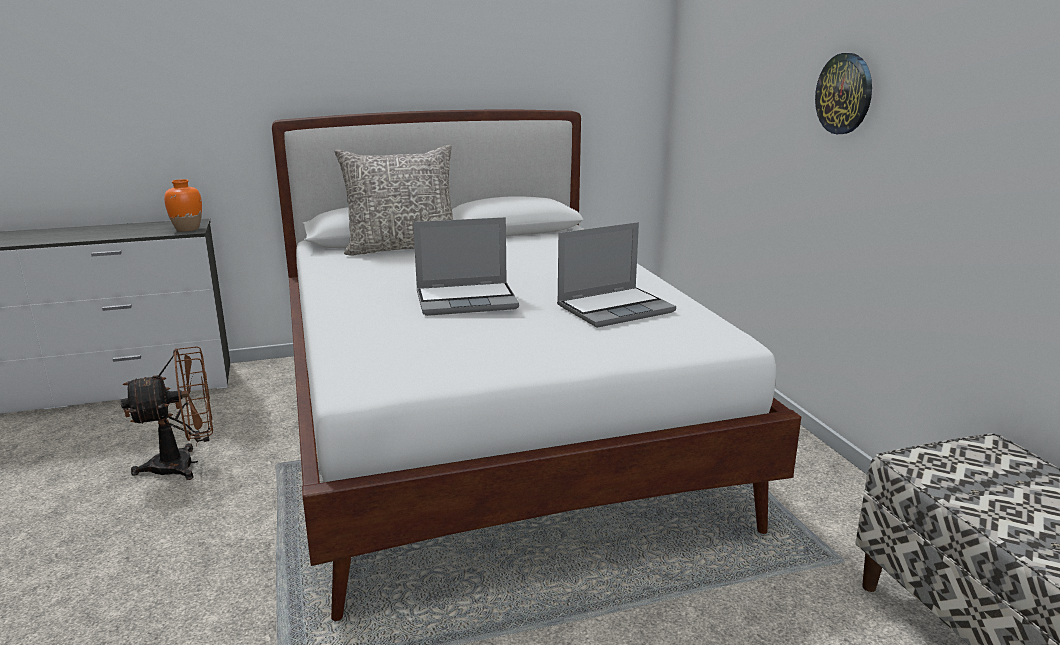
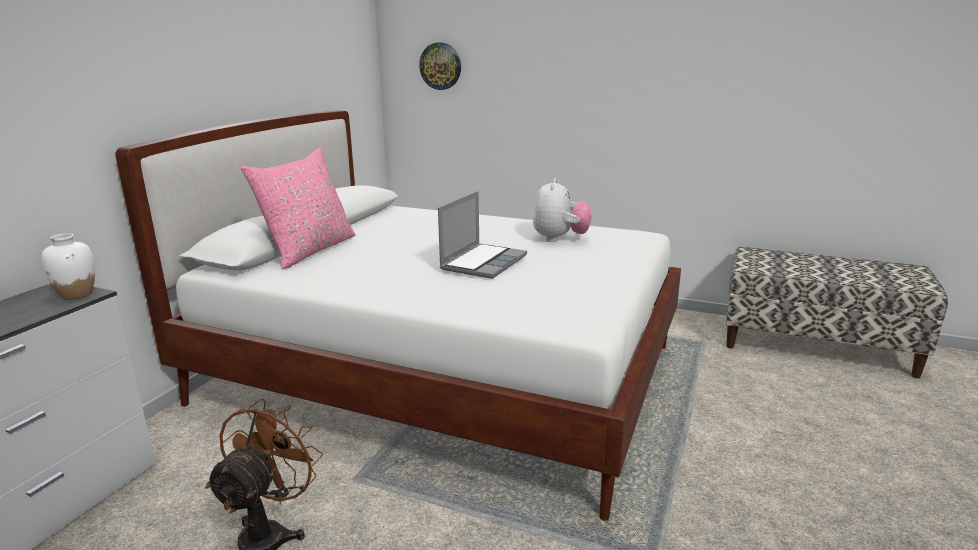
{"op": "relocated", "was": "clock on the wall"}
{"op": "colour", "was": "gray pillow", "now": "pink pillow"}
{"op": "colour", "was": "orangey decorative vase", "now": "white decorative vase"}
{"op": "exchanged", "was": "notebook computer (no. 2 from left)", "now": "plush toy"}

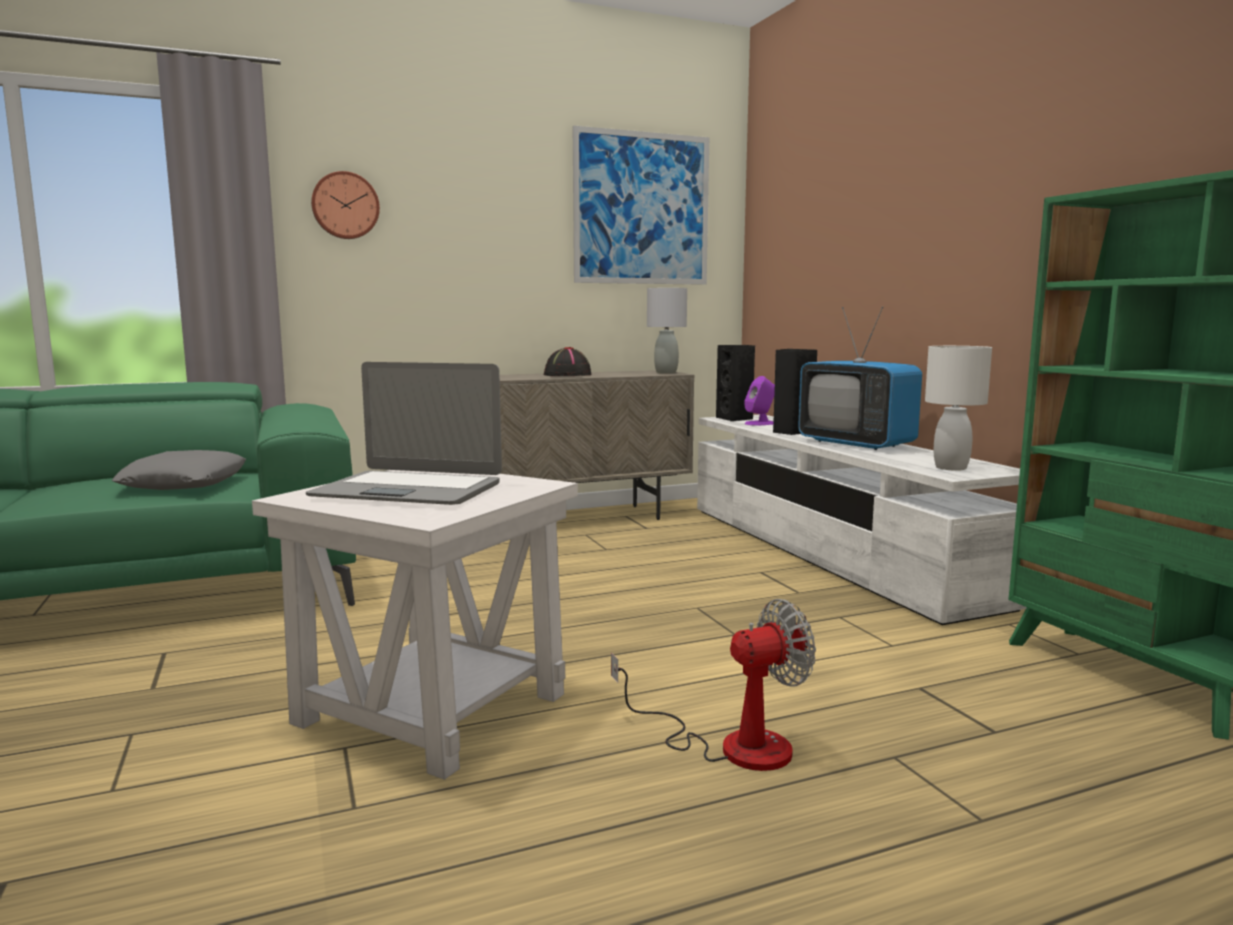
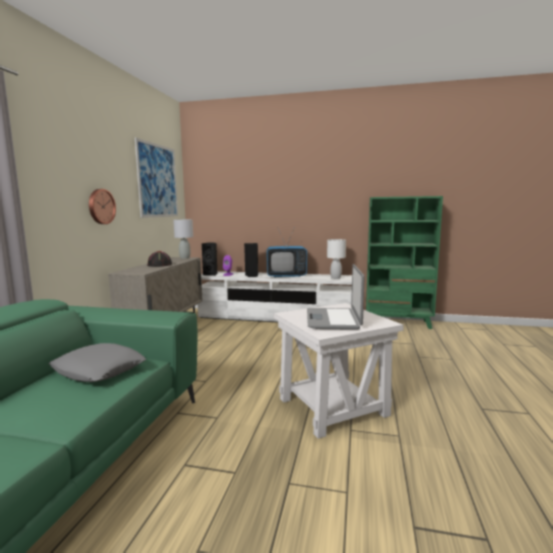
{"op": "relocated", "was": "clock on the wall"}
{"op": "spun", "was": "notebook computer", "clockwise": 135}
{"op": "missing", "was": "electric fan"}

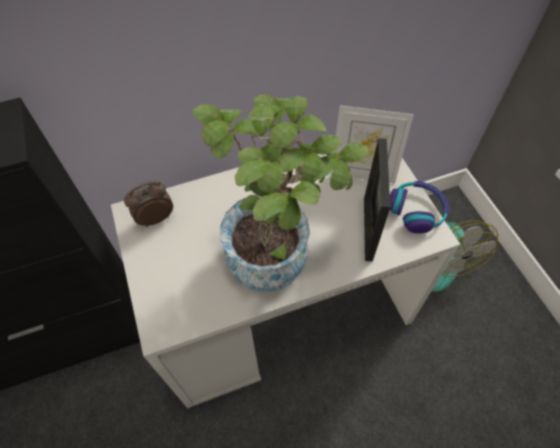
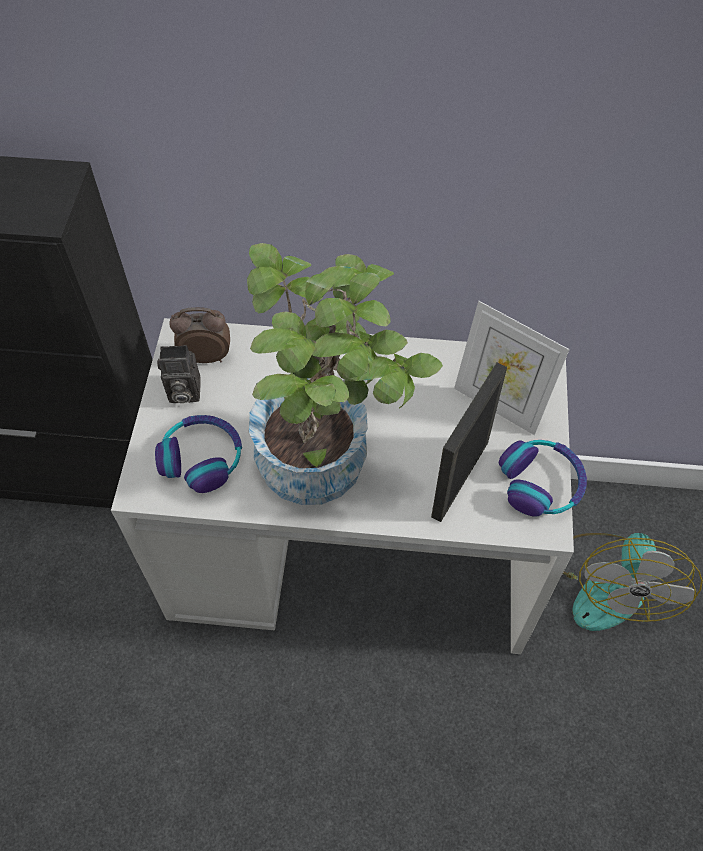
{"op": "appeared", "now": "still camera"}
{"op": "appeared", "now": "headset (no. 1 from left)"}

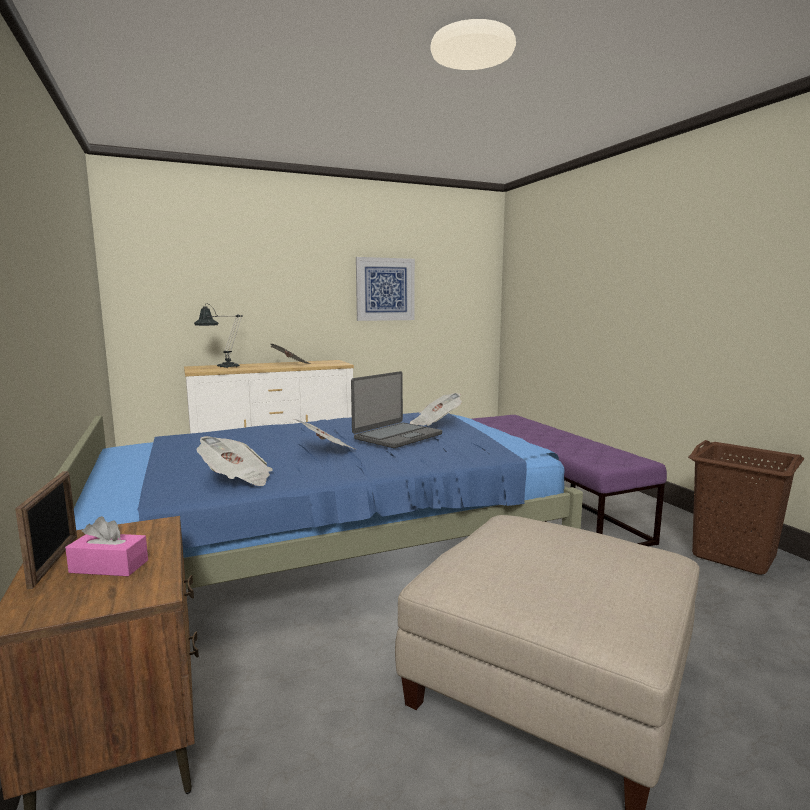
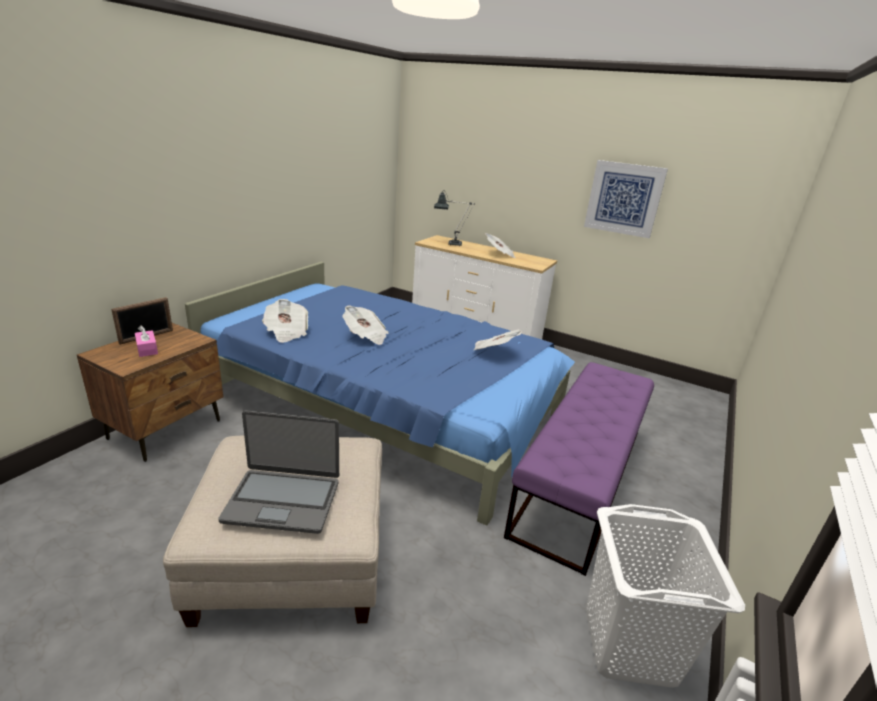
{"op": "relocated", "was": "notebook computer"}
{"op": "colour", "was": "brown hamper", "now": "white hamper"}

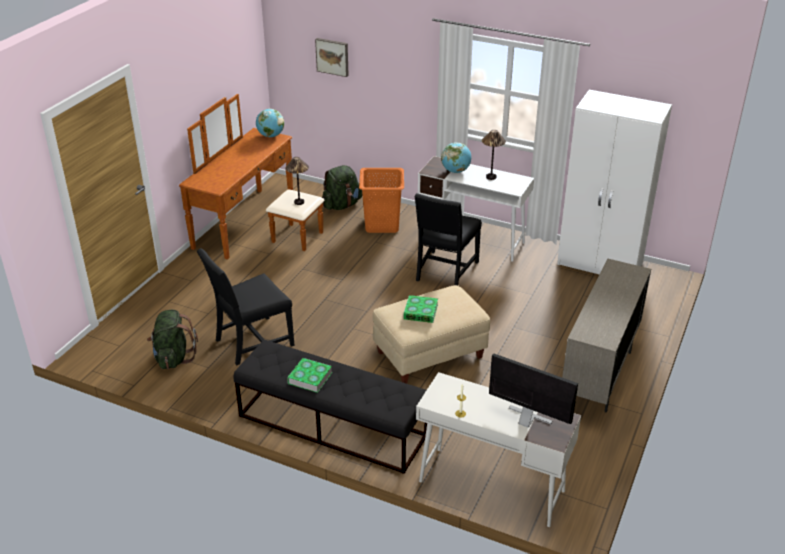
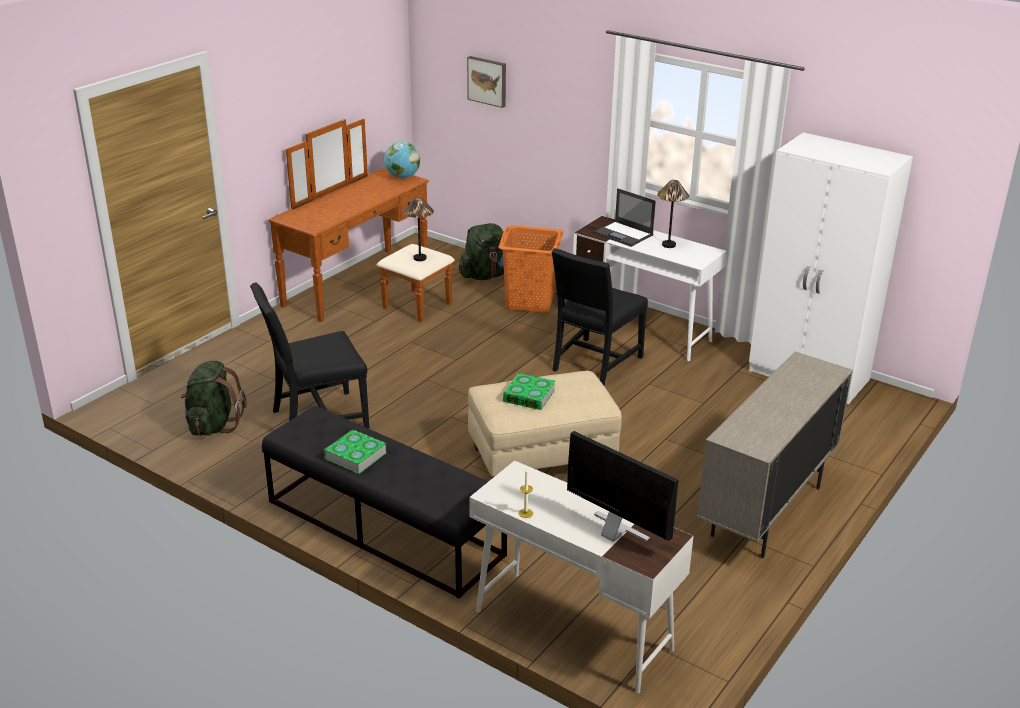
{"op": "exchanged", "was": "desk globe (no. 2 from left)", "now": "notebook computer"}

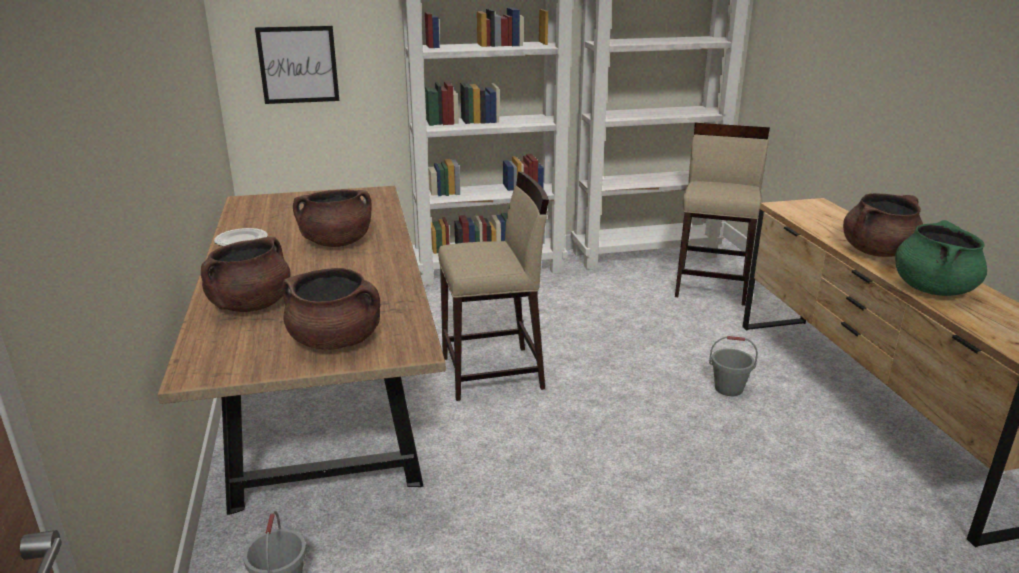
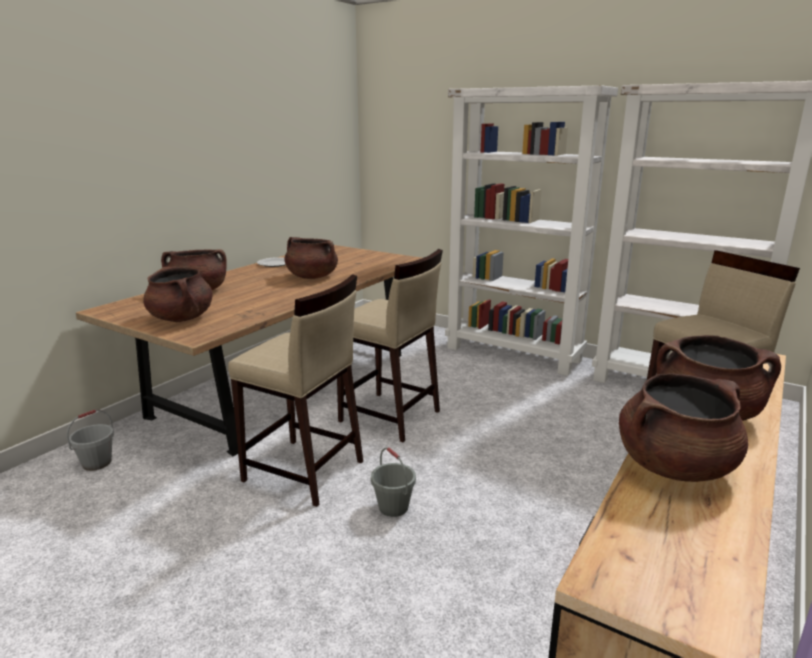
{"op": "missing", "was": "wall art"}
{"op": "colour", "was": "greenish cooking pot", "now": "brown cooking pot (no. 4 from left)"}
{"op": "relocated", "was": "gray water bucket (no. 2 from left)"}
{"op": "appeared", "now": "beige stool seat (no. 1 from left)"}

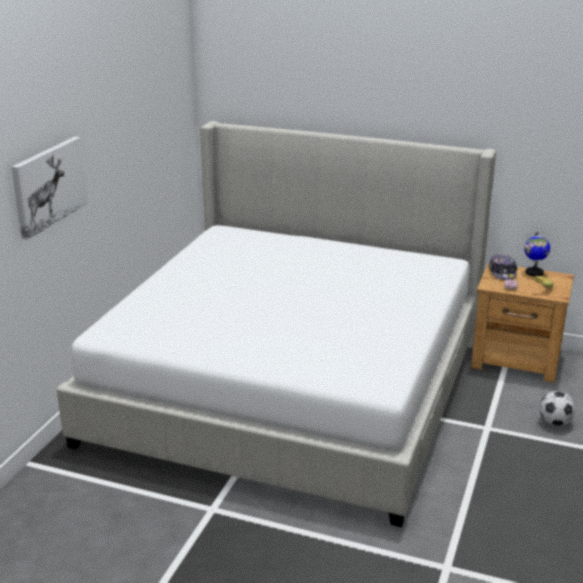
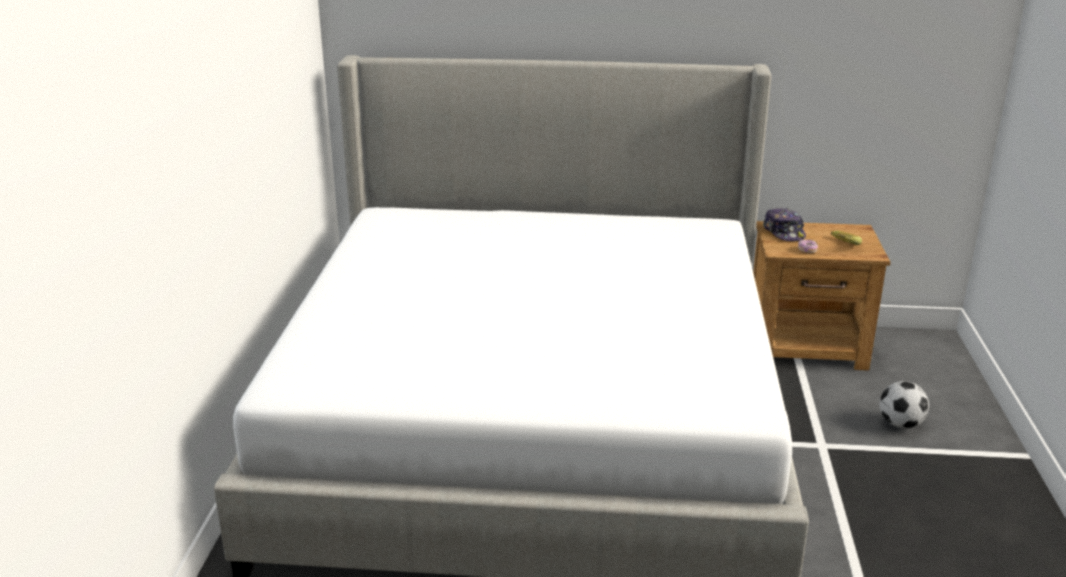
{"op": "missing", "was": "wall art"}
{"op": "missing", "was": "desk globe"}

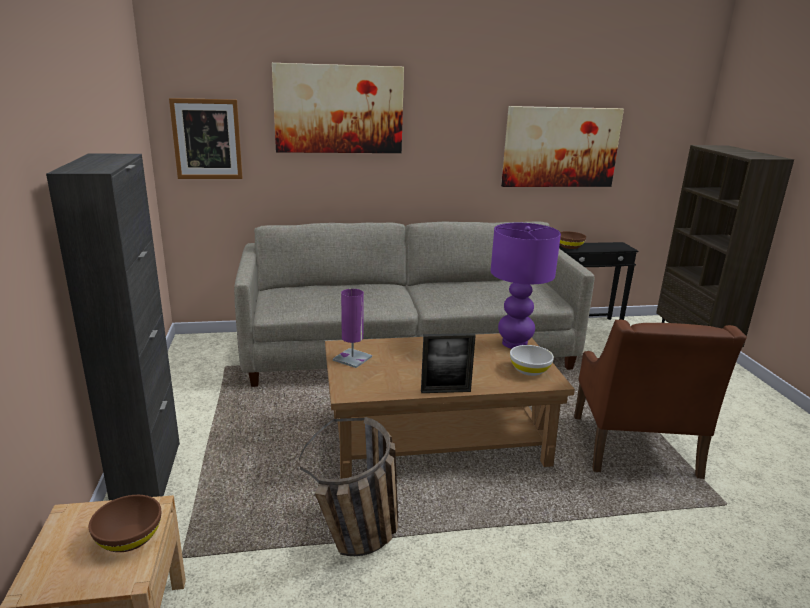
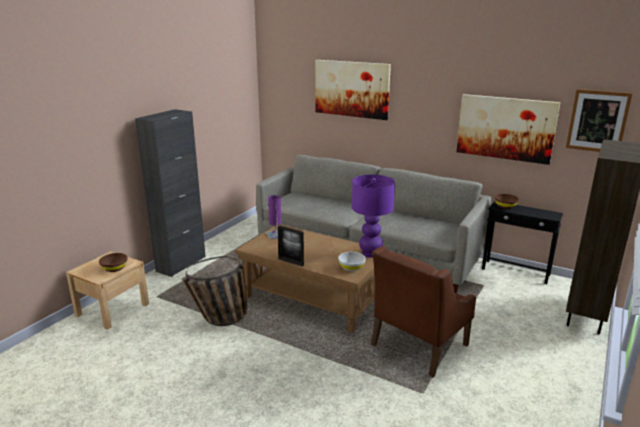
{"op": "relocated", "was": "wall art (no. 1 from left in the first image)", "now": "wall art (no. 3 from left)"}

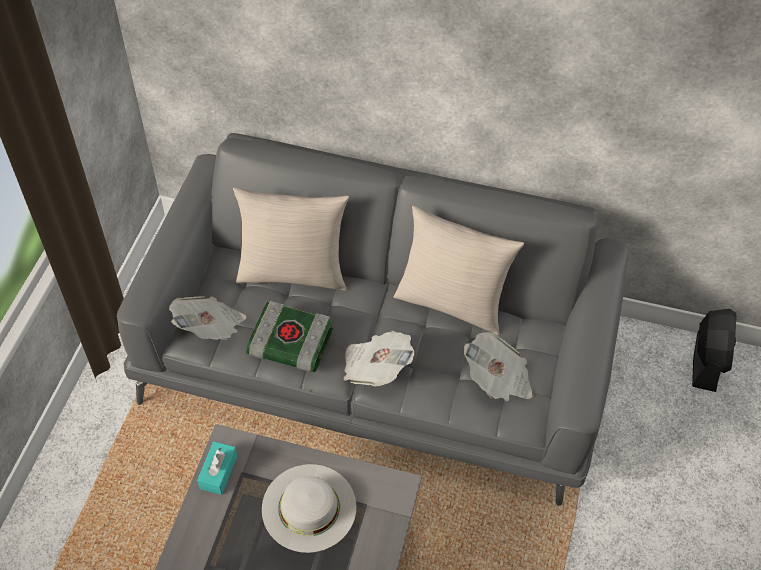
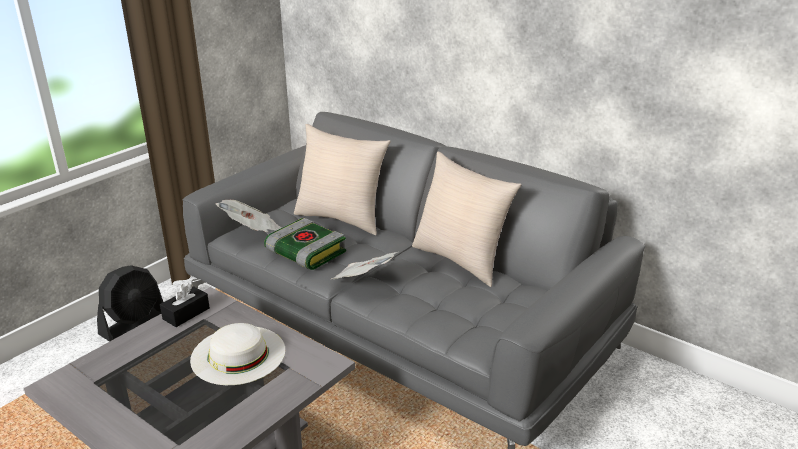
{"op": "relocated", "was": "black electric fan"}
{"op": "missing", "was": "newspaper (no. 3 from left)"}
{"op": "colour", "was": "turquoise-coloured tissue holder", "now": "black tissue holder"}

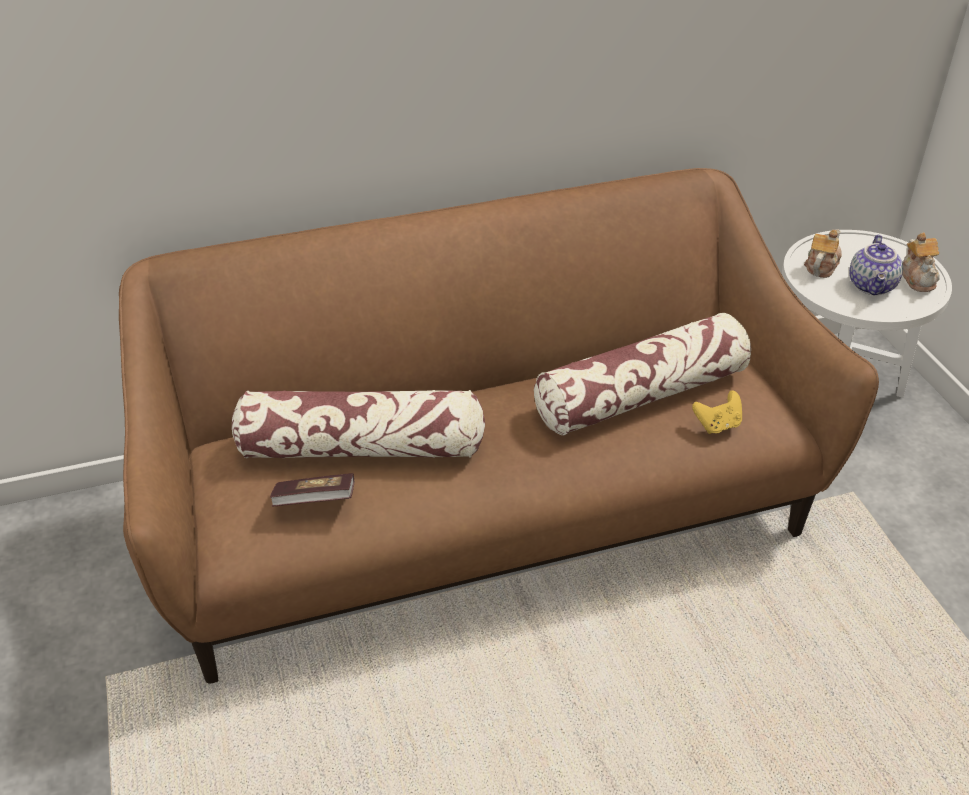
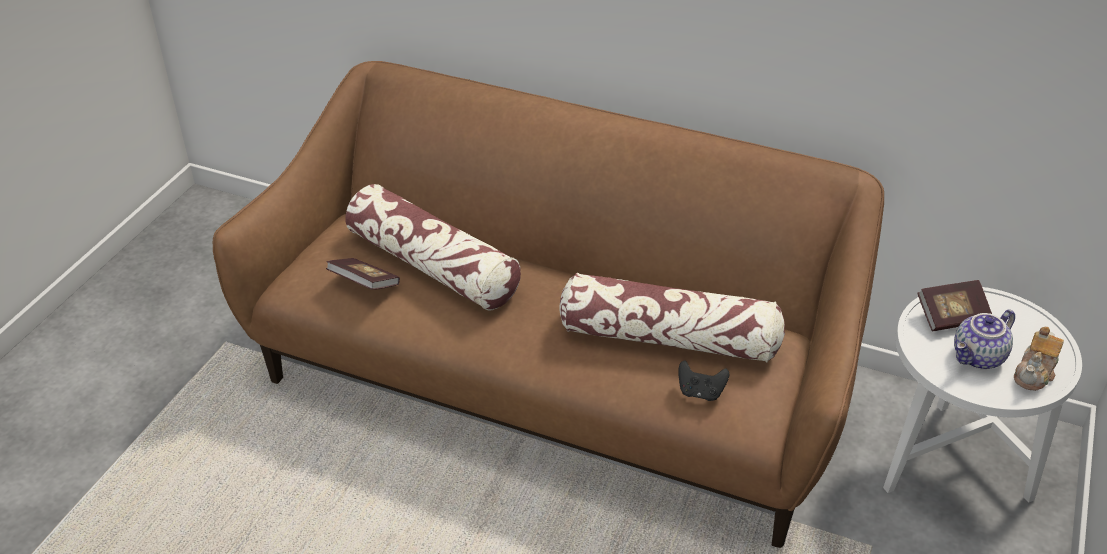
{"op": "exchanged", "was": "teapot (no. 1 from left)", "now": "volume (no. 2 from left)"}
{"op": "colour", "was": "yellow-coloured joypad", "now": "black joypad"}

